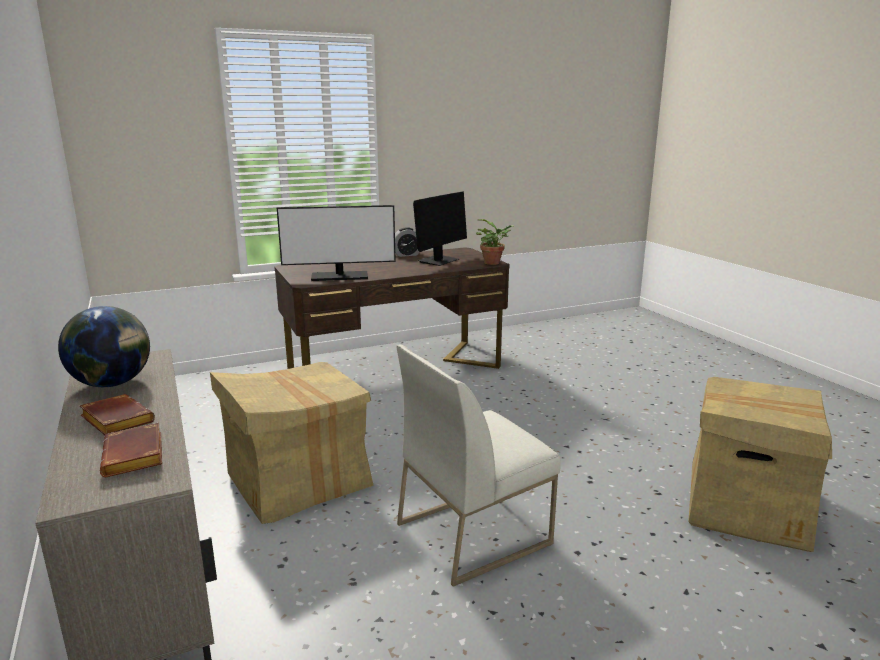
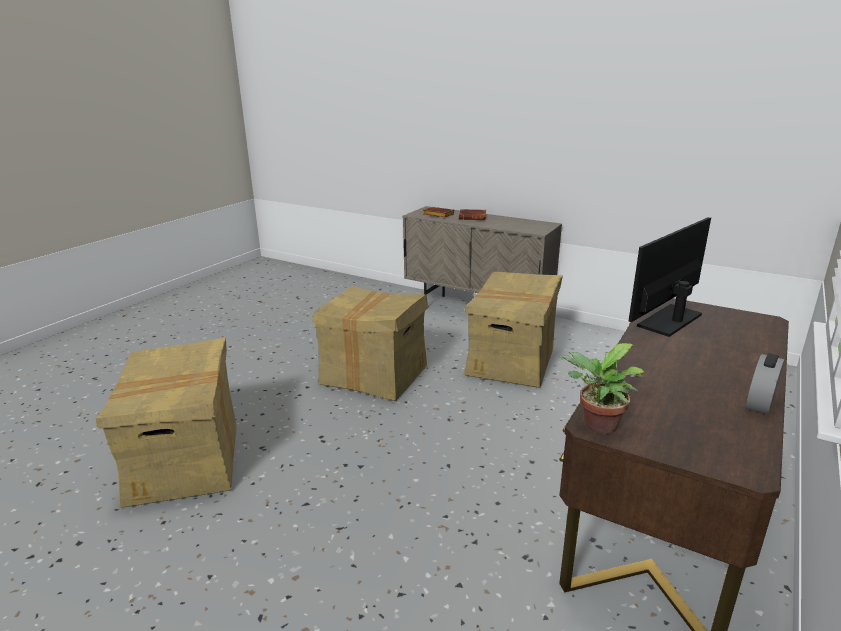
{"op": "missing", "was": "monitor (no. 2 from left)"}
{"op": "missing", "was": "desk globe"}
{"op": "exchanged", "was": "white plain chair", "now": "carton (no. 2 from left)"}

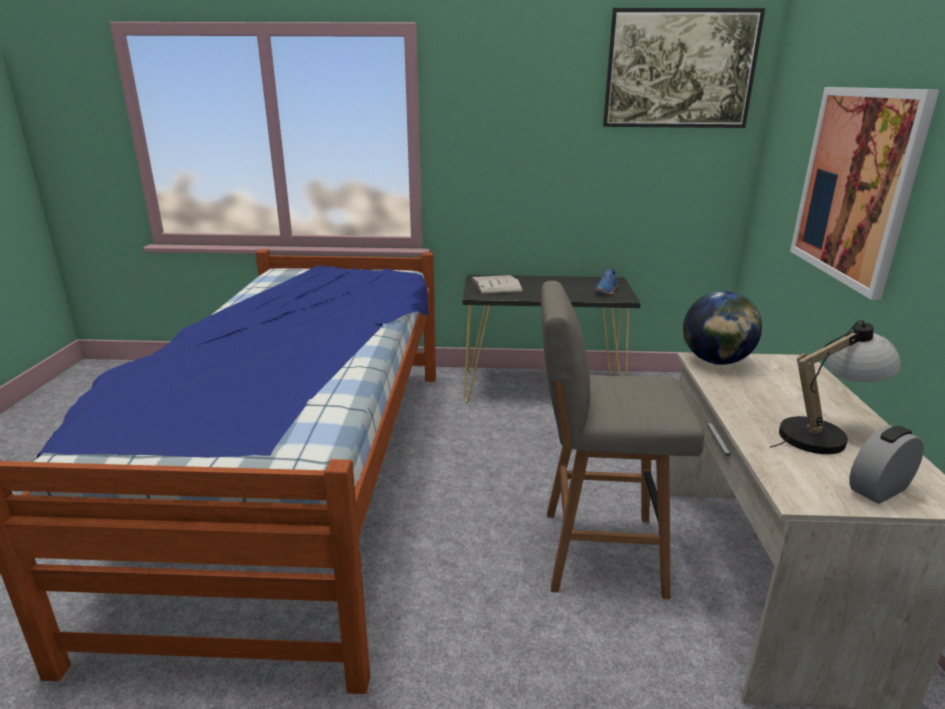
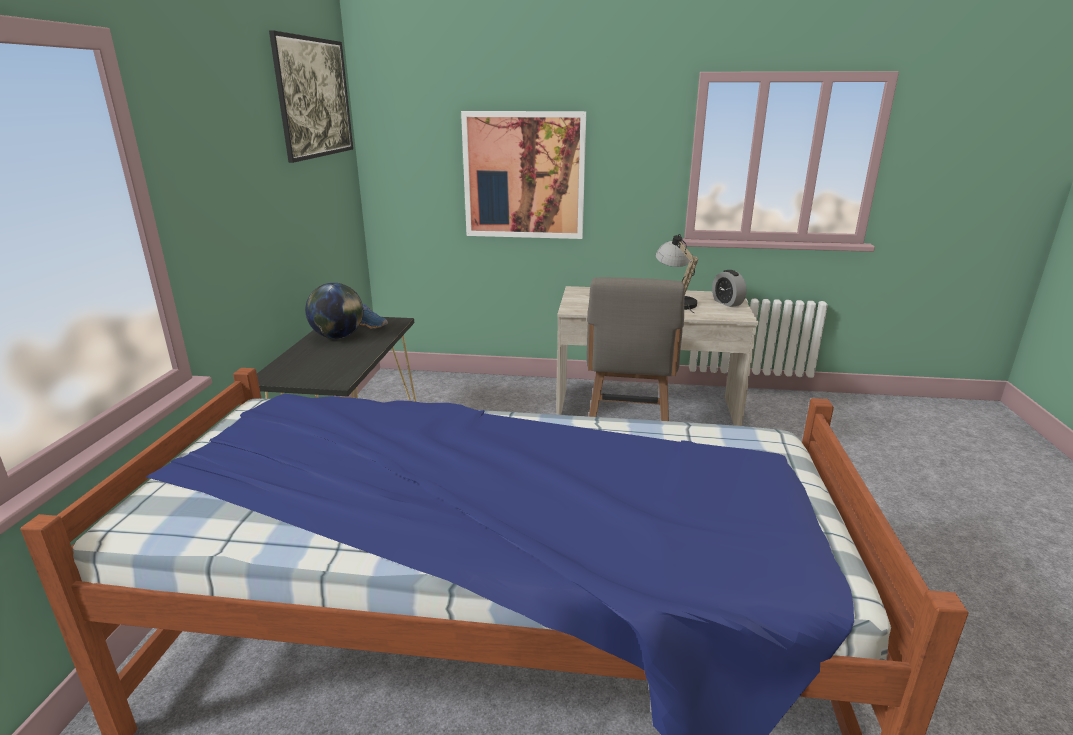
{"op": "missing", "was": "white volume"}
{"op": "relocated", "was": "desk globe"}

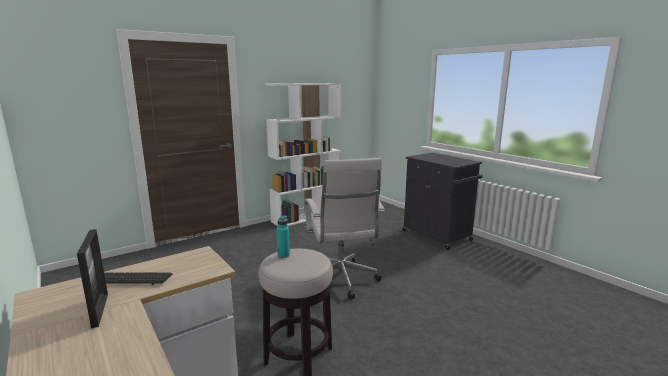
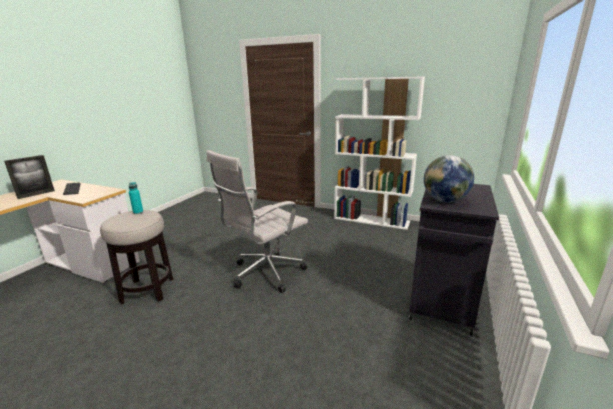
{"op": "appeared", "now": "desk globe"}

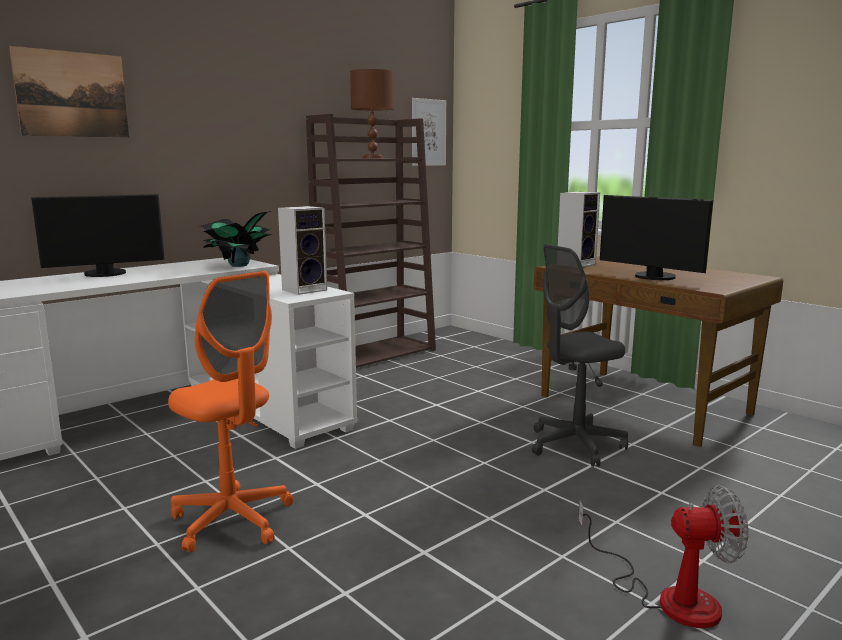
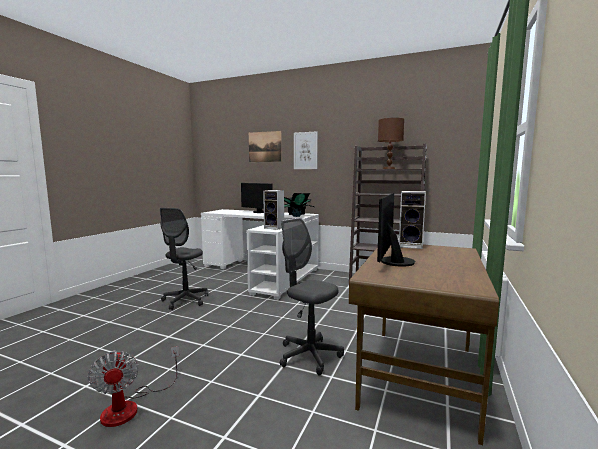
{"op": "relocated", "was": "wall art (no. 2 from left)"}
{"op": "colour", "was": "orangey computer chair", "now": "gray computer chair (no. 1 from left)"}

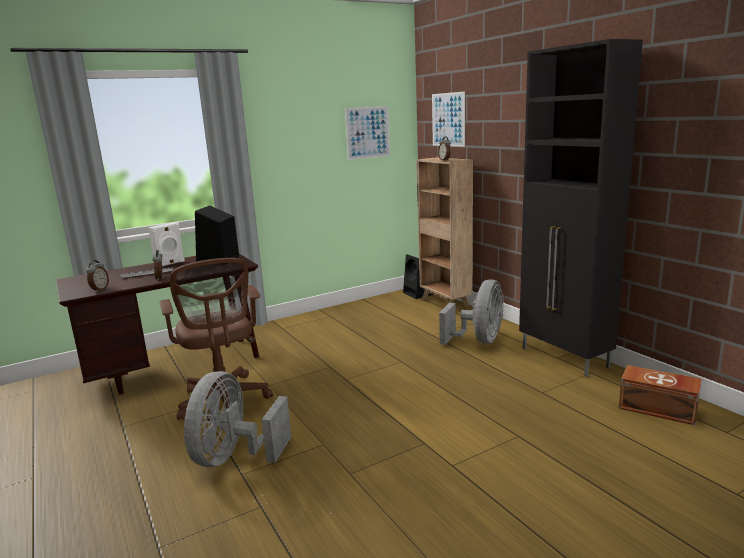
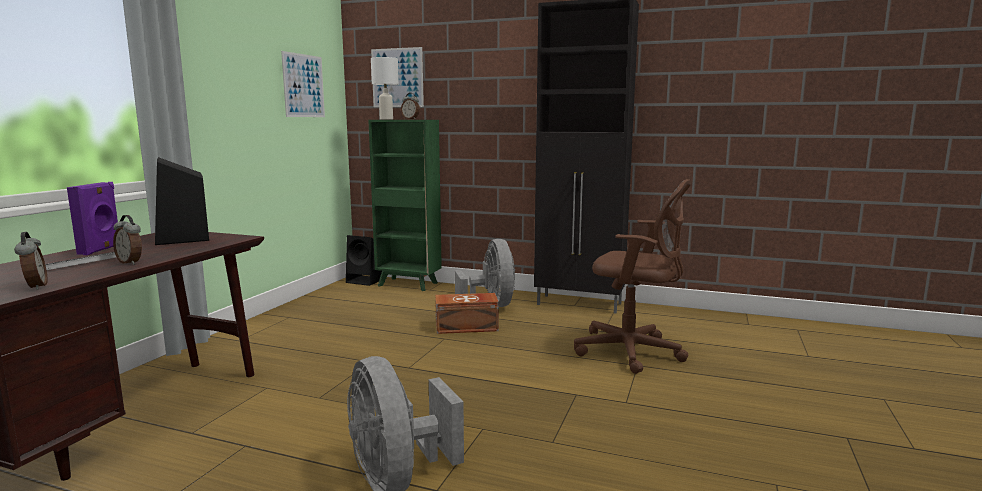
{"op": "colour", "was": "brown bookcase", "now": "greenish bookcase"}
{"op": "colour", "was": "white speaker", "now": "purplish speaker"}
{"op": "relocated", "was": "brown computer chair"}
{"op": "relocated", "was": "brown storage box"}
{"op": "appeared", "now": "white lamp for a table"}

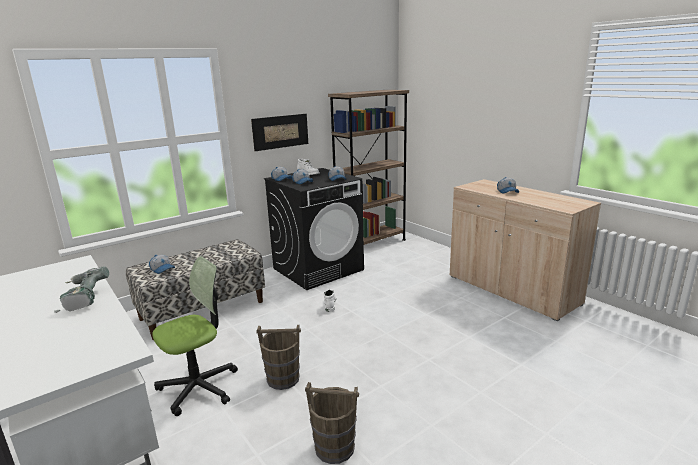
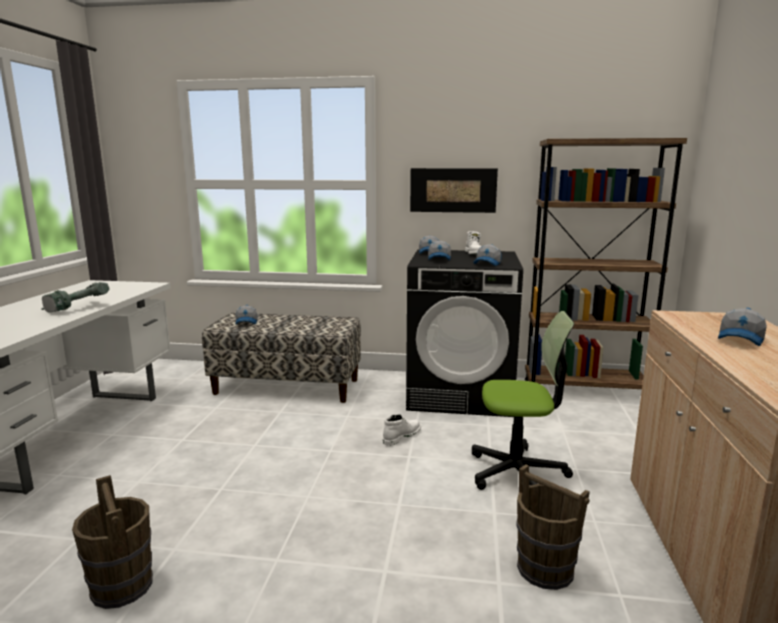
{"op": "relocated", "was": "computer chair"}
{"op": "relocated", "was": "brown water bucket (no. 1 from left in the first image)", "now": "brown water bucket (no. 2 from left)"}

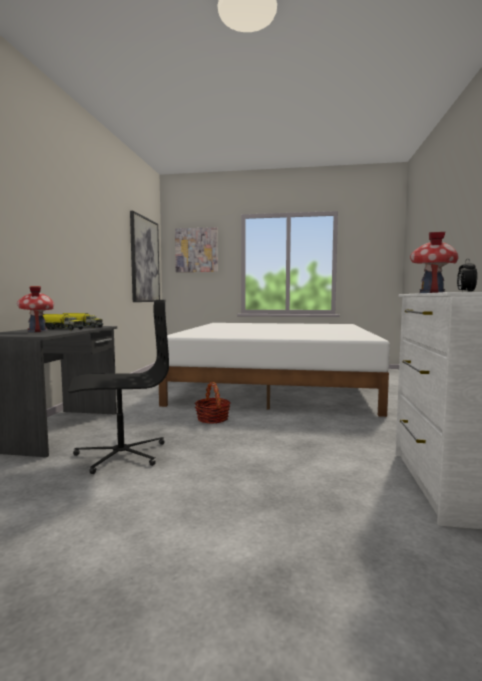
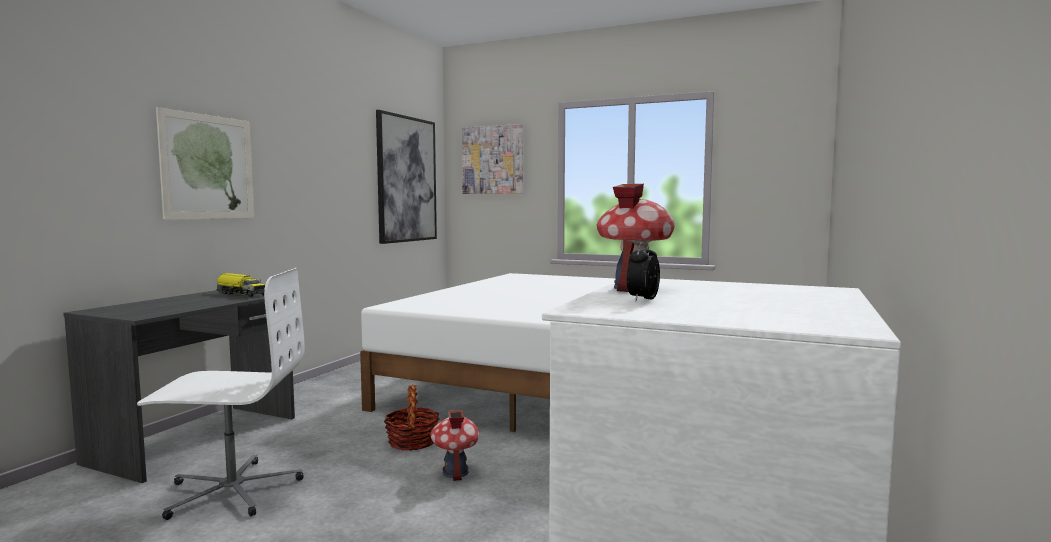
{"op": "relocated", "was": "toy house (no. 1 from left)"}
{"op": "colour", "was": "black computer chair", "now": "white computer chair"}
{"op": "missing", "was": "toy truck (no. 1 from left)"}
{"op": "appeared", "now": "wall art (no. 1 from left)"}

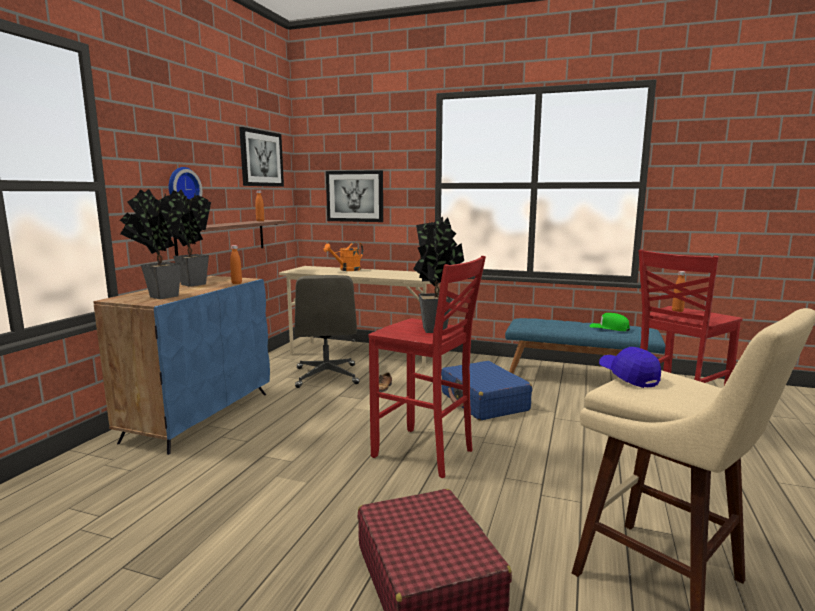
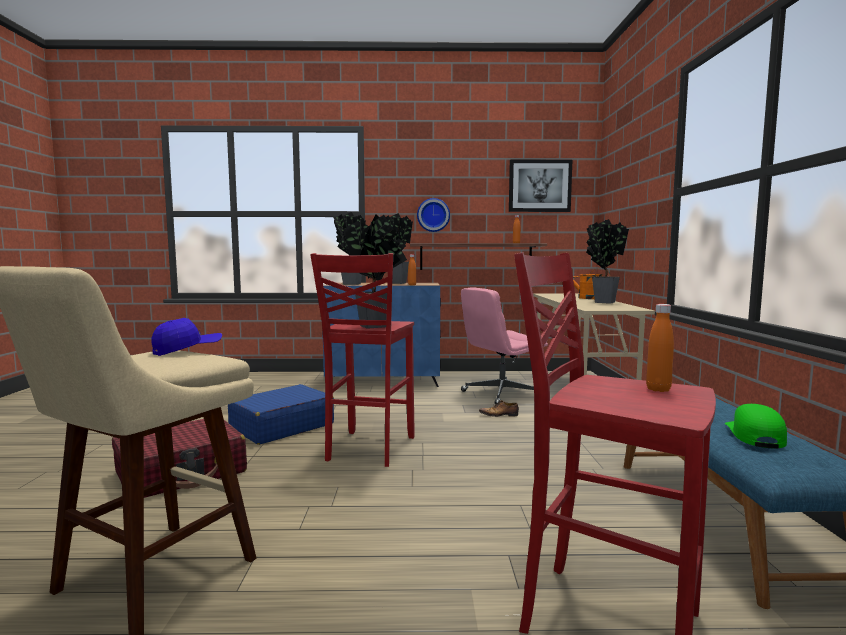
{"op": "missing", "was": "wall art (no. 2 from left)"}
{"op": "colour", "was": "gray computer chair", "now": "pink computer chair"}
{"op": "relocated", "was": "blue travel case"}
{"op": "appeared", "now": "plant in a pot (no. 4 from left)"}

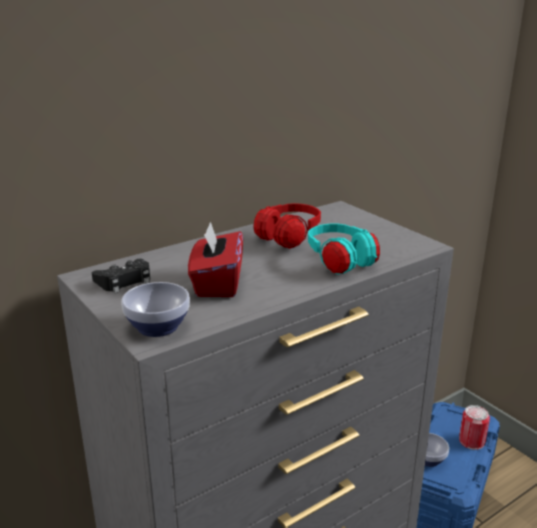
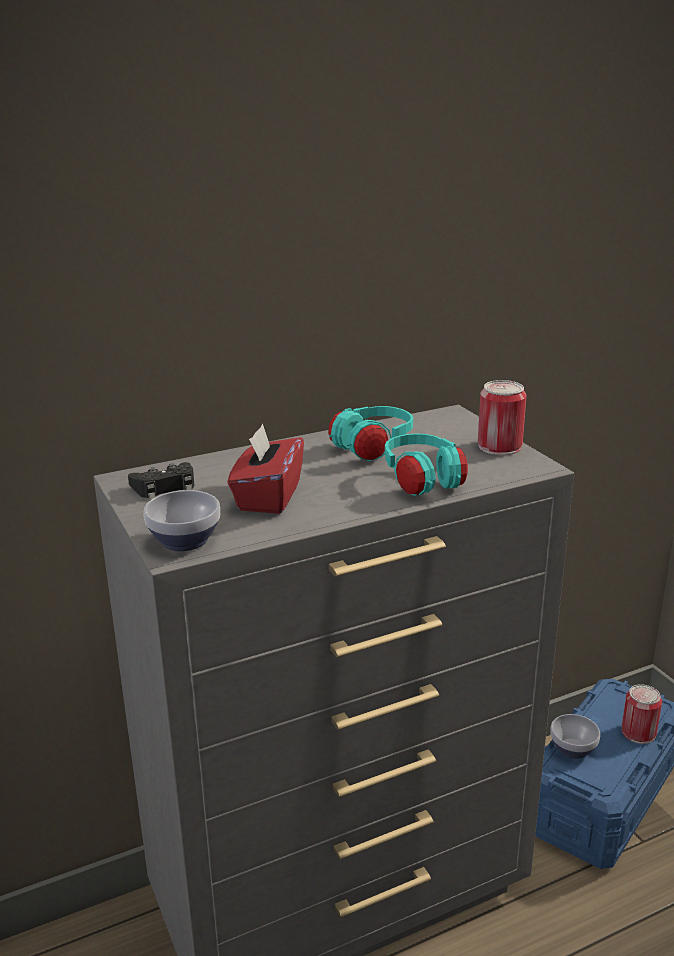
{"op": "colour", "was": "reddish headset", "now": "turquoise-coloured headset (no. 1 from left)"}
{"op": "appeared", "now": "metal can (no. 1 from left)"}

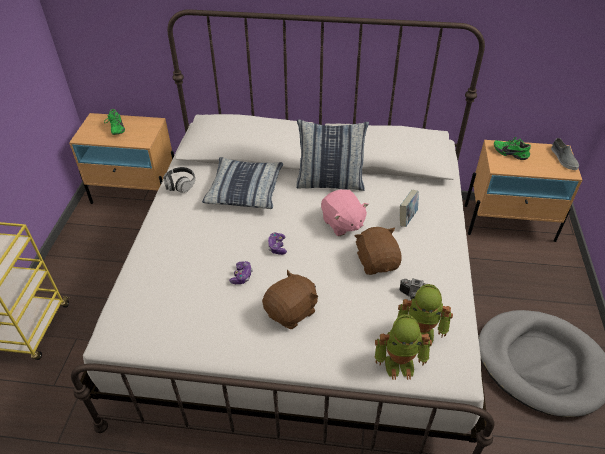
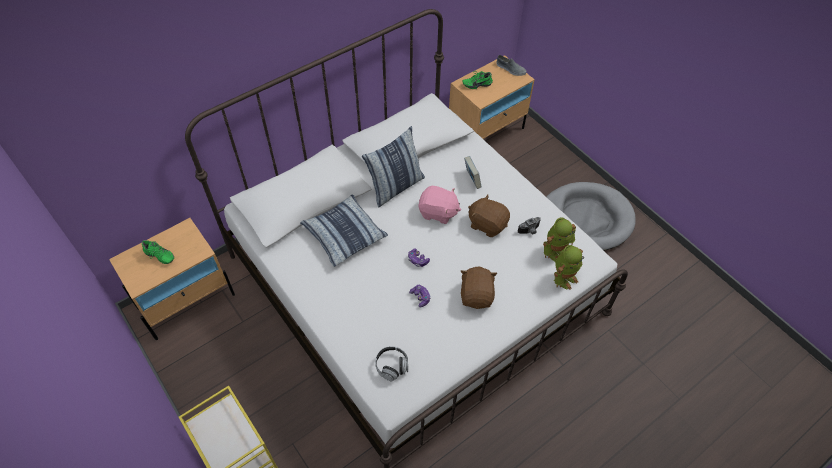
{"op": "relocated", "was": "headset"}

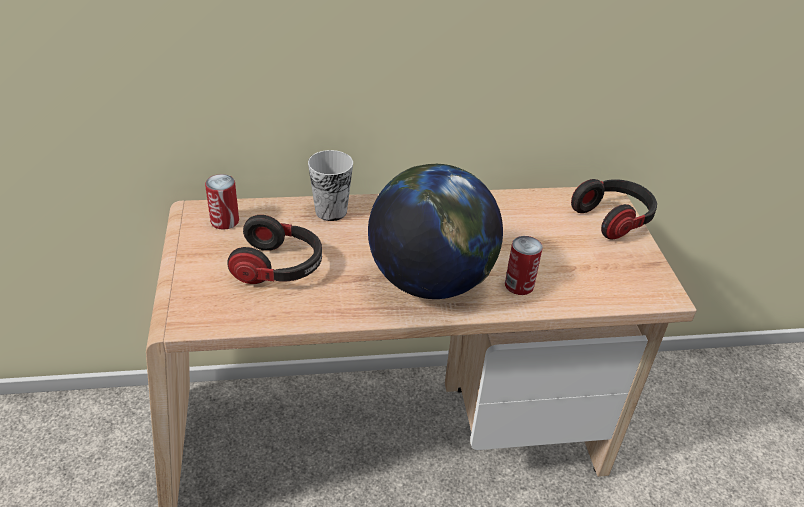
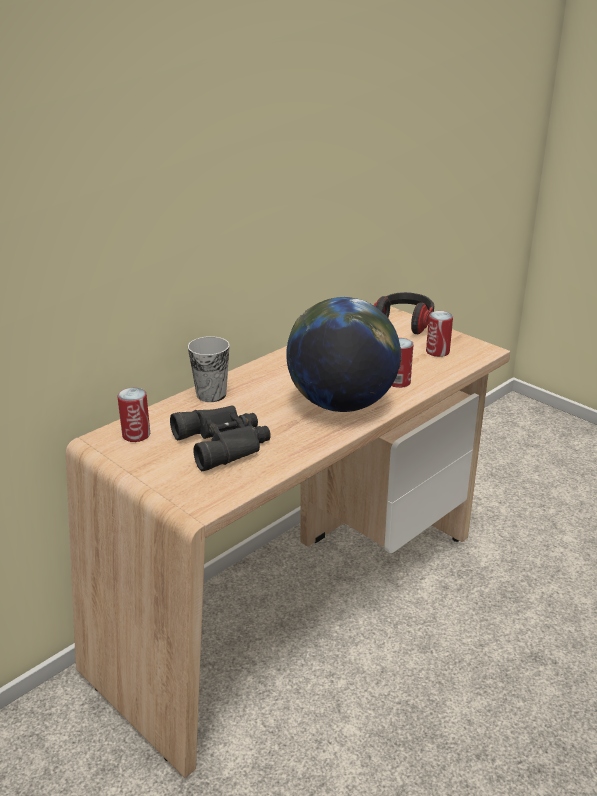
{"op": "exchanged", "was": "headset (no. 1 from left)", "now": "black binoculars"}
{"op": "appeared", "now": "metal can (no. 3 from left)"}

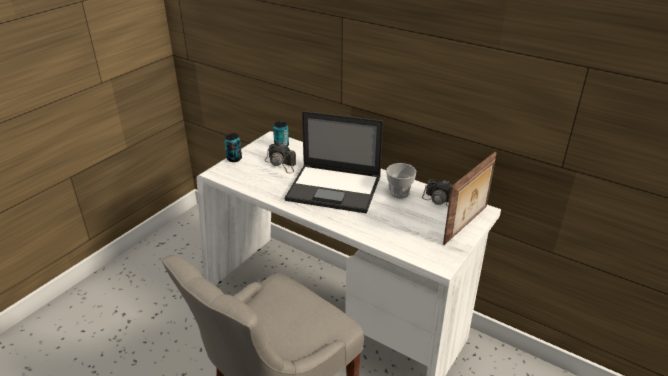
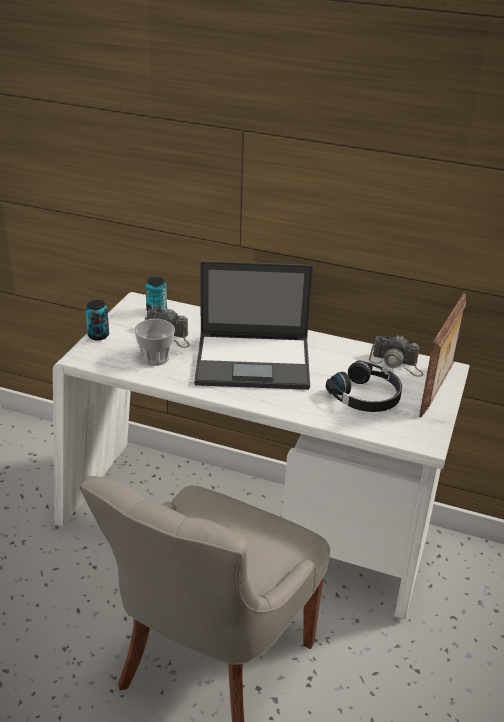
{"op": "relocated", "was": "cup"}
{"op": "appeared", "now": "black headset"}

